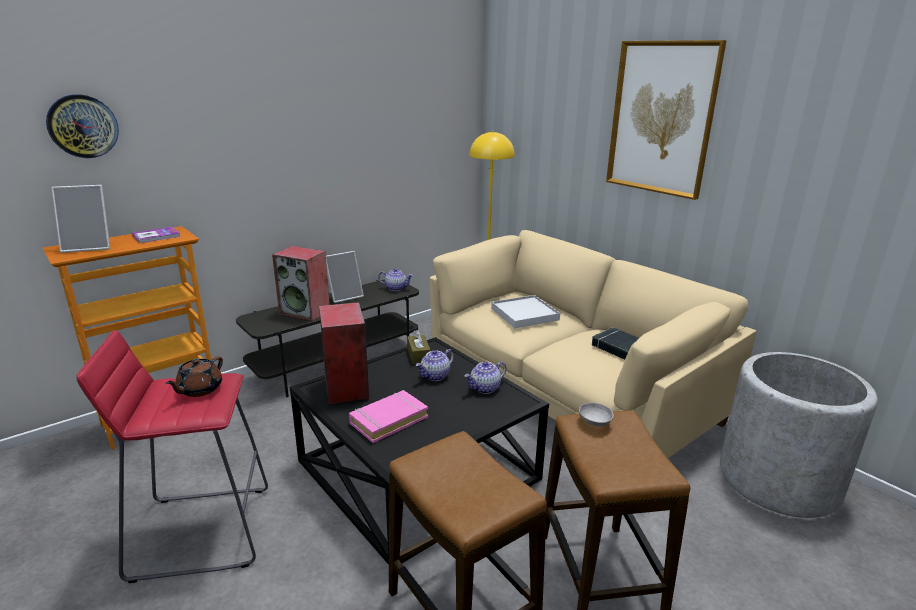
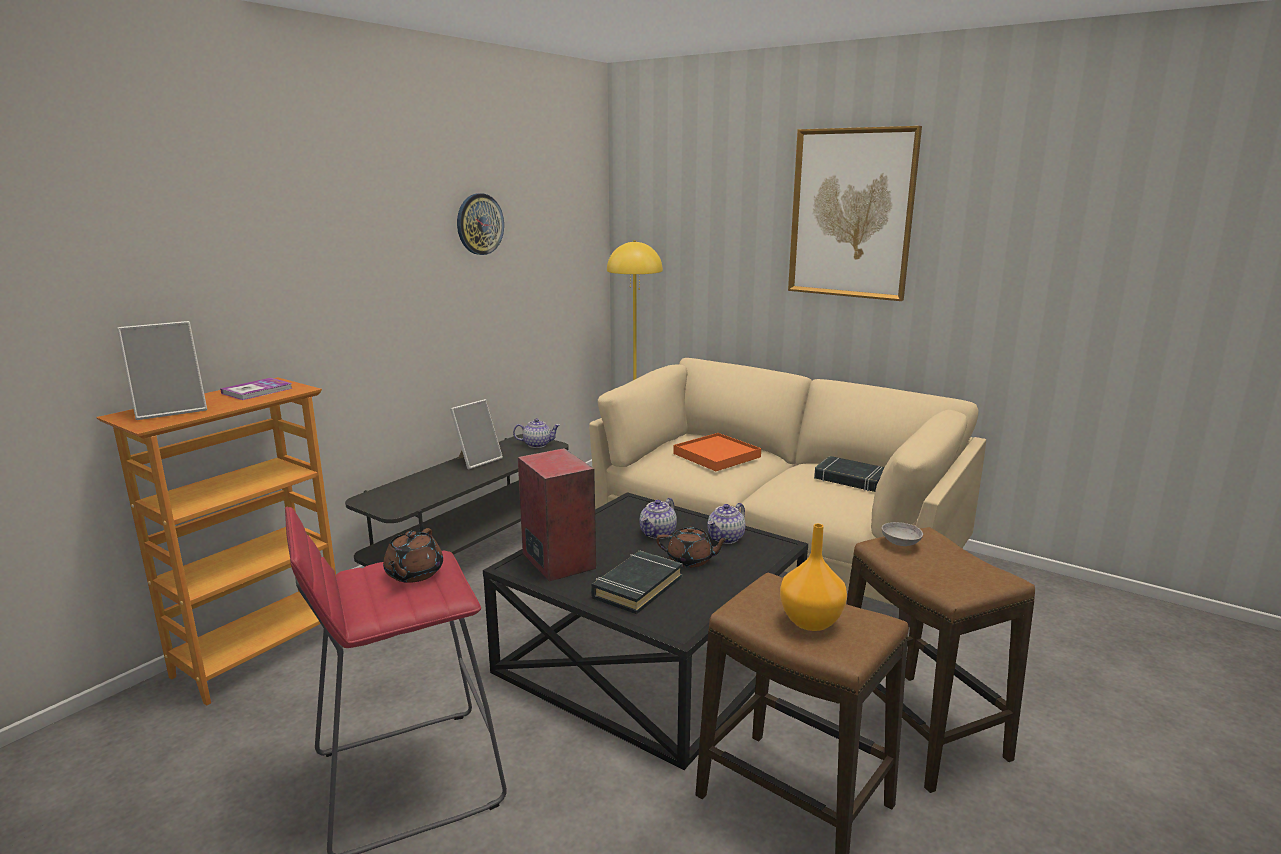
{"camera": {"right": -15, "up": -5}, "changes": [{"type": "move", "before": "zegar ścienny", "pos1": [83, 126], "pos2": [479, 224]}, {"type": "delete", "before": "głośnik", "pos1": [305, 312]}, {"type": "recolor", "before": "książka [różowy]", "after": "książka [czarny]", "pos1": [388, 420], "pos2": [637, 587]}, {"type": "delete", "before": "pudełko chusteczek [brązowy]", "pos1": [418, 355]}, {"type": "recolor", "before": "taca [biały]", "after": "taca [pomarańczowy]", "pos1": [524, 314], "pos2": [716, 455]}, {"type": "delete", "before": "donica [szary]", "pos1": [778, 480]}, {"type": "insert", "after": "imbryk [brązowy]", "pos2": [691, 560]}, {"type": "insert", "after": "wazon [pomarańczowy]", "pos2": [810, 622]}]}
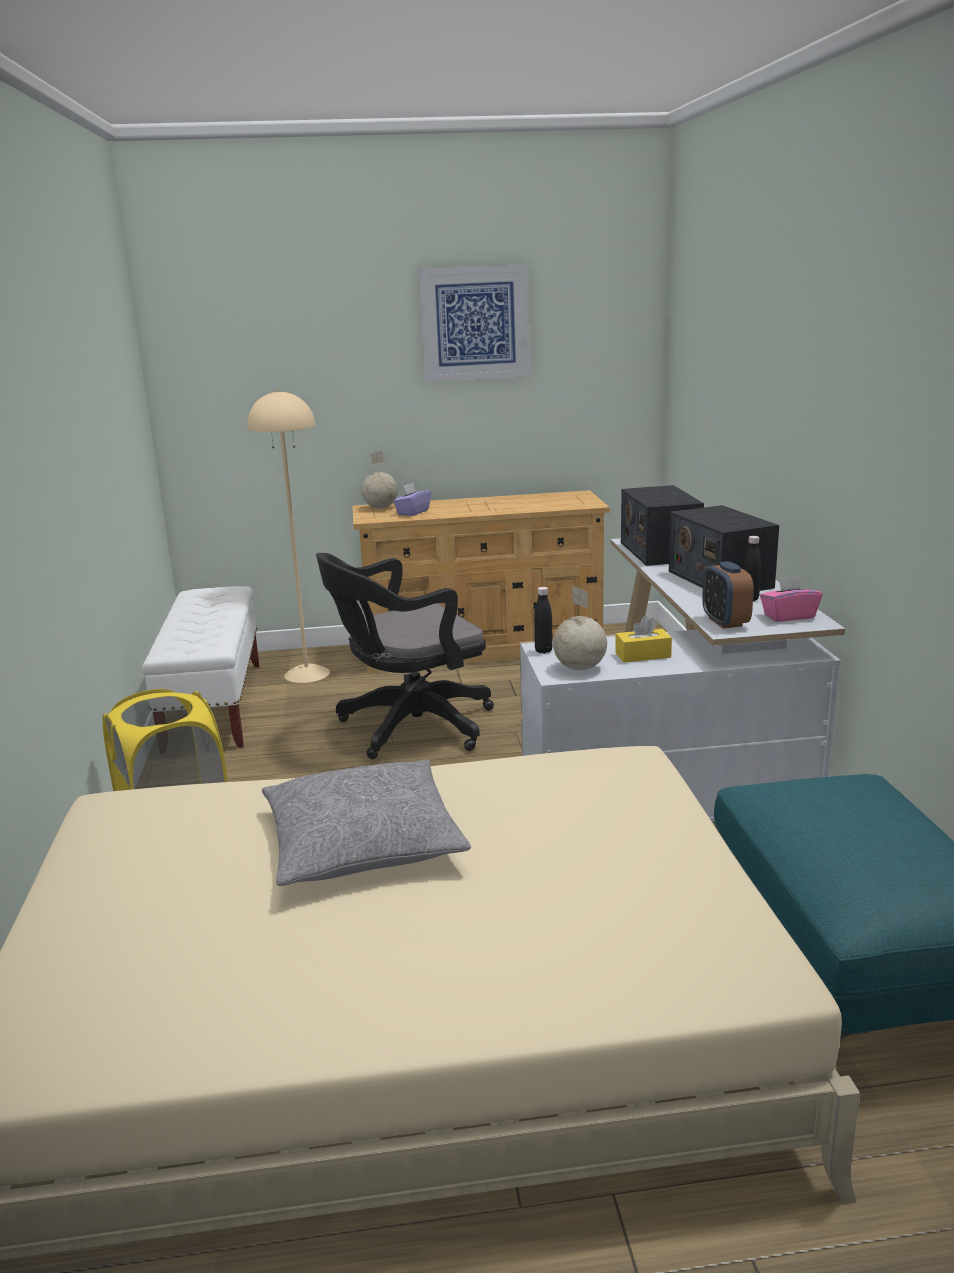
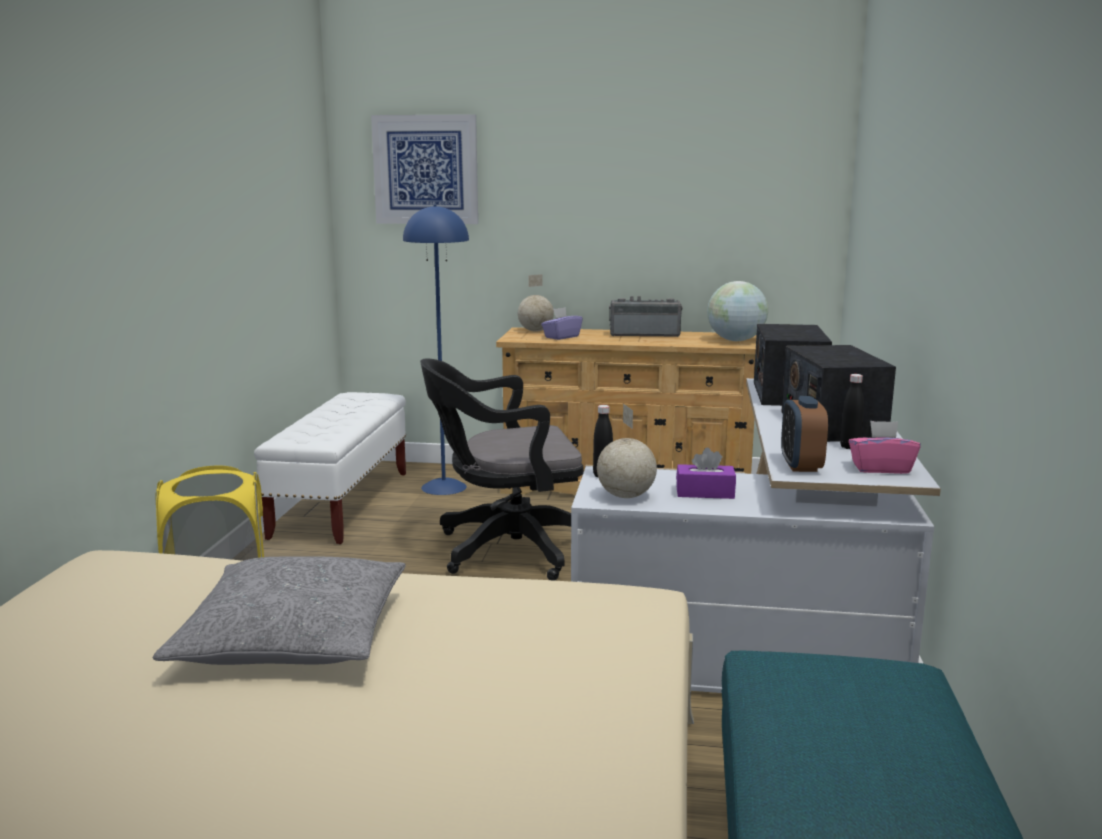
{"camera": {"right": 15, "up": -5}, "changes": [{"type": "recolor", "before": "lampa stojąca [beżowy]", "after": "lampa stojąca [niebieski]", "pos1": [307, 673], "pos2": [444, 487]}, {"type": "move", "before": "obraz", "pos1": [475, 323], "pos2": [425, 170]}, {"type": "recolor", "before": "pudełko chusteczek [żółty]", "after": "pudełko chusteczek [fioletowy]", "pos1": [643, 655], "pos2": [705, 493]}, {"type": "insert", "after": "radio", "pos2": [644, 334]}, {"type": "insert", "after": "globus", "pos2": [736, 340]}]}
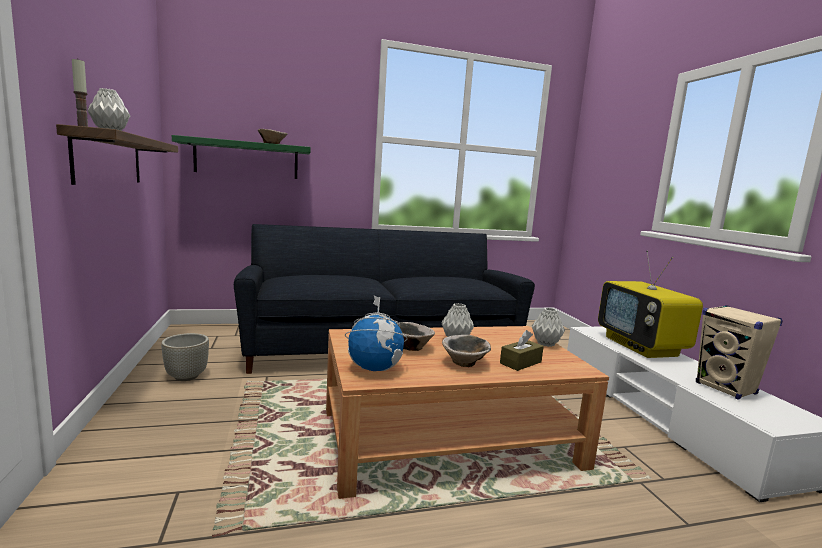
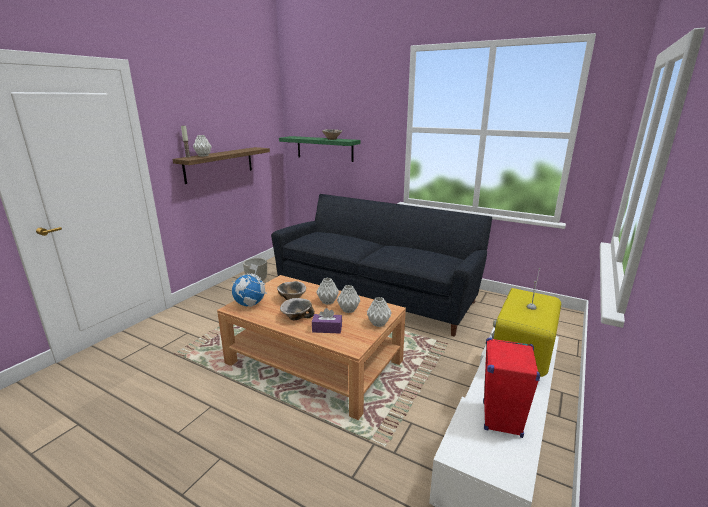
{"camera": {"right": 45, "up": 10}, "changes": [{"type": "recolor", "before": "pudełko chusteczek [brązowy]", "after": "pudełko chusteczek [fioletowy]", "pos1": [520, 362], "pos2": [327, 329]}, {"type": "recolor", "before": "głośnik [beżowy]", "after": "głośnik [czerwony]", "pos1": [726, 389], "pos2": [501, 420]}, {"type": "insert", "after": "wazon [szary]", "pos2": [348, 310]}]}
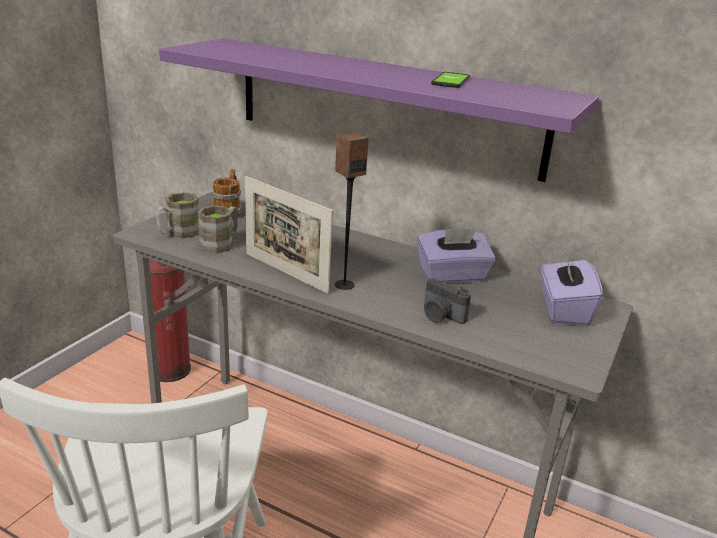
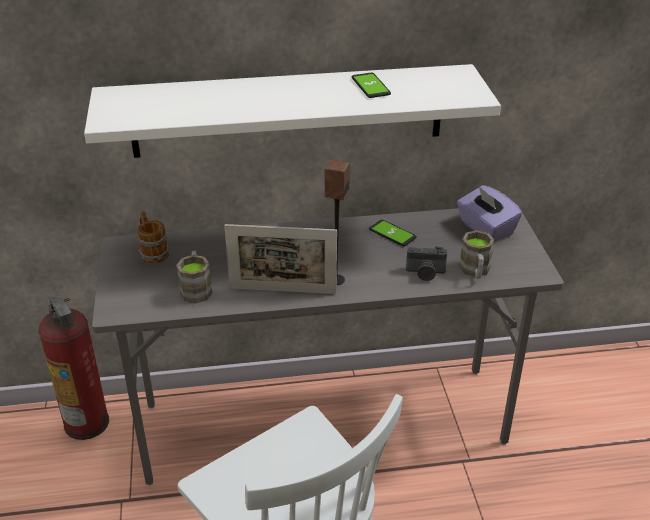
{"camera": {"right": -35, "up": 10}, "changes": [{"type": "move", "before": "kubek [brązowy]", "pos1": [178, 233], "pos2": [475, 271]}, {"type": "recolor", "before": "półka [fioletowy]", "after": "półka [biały]", "pos1": [385, 106], "pos2": [288, 111]}, {"type": "replace", "before": "pudełko chusteczek [fioletowy]", "after": "telefon", "pos1": [452, 276], "pos2": [392, 234]}]}
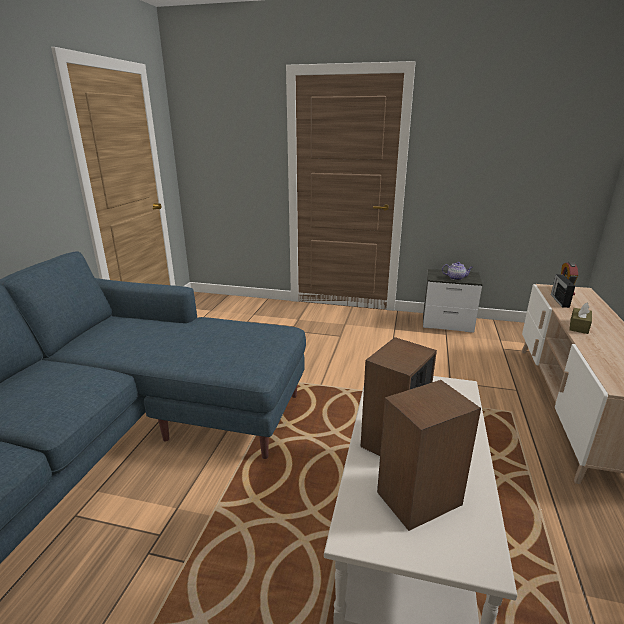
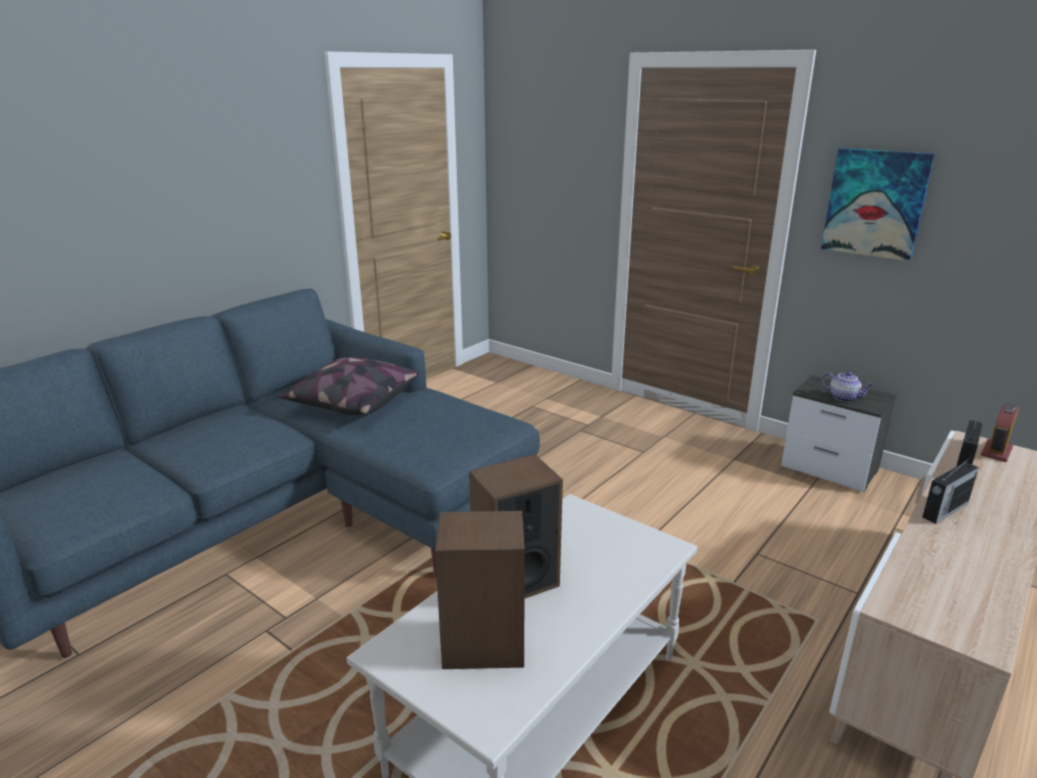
{"camera": {"right": 25, "up": 0}, "changes": [{"type": "replace", "before": "pudełko chusteczek [brązowy]", "after": "radio", "pos1": [579, 326], "pos2": [944, 510]}, {"type": "insert", "after": "poduszka", "pos2": [352, 403]}, {"type": "insert", "after": "obraz", "pos2": [875, 203]}]}
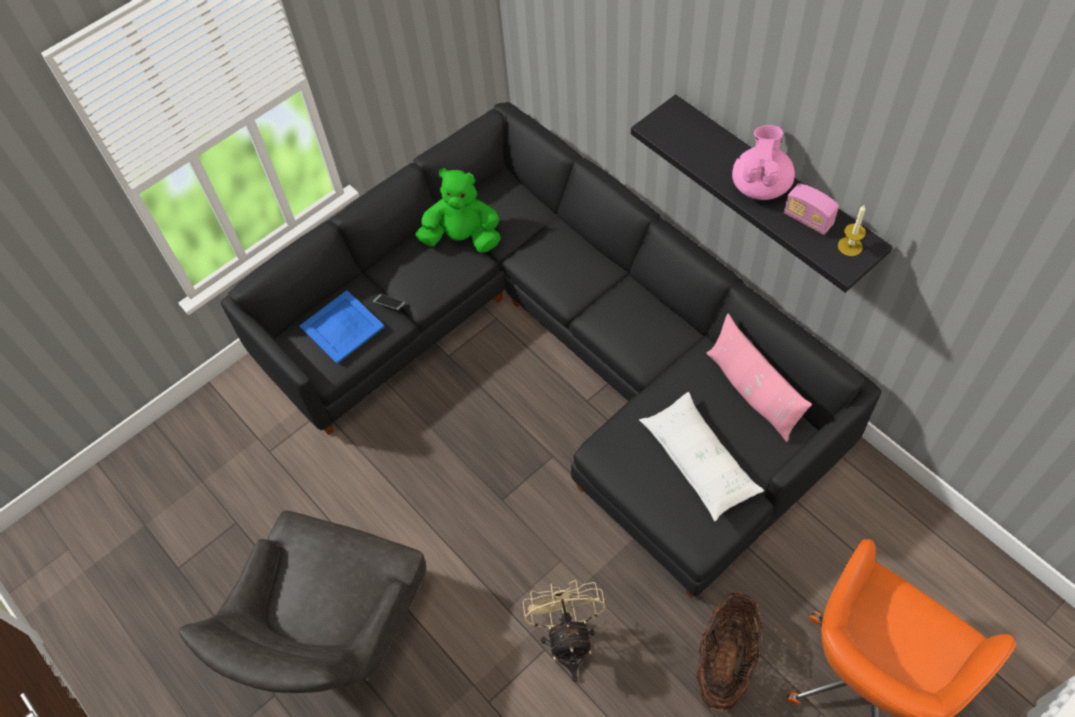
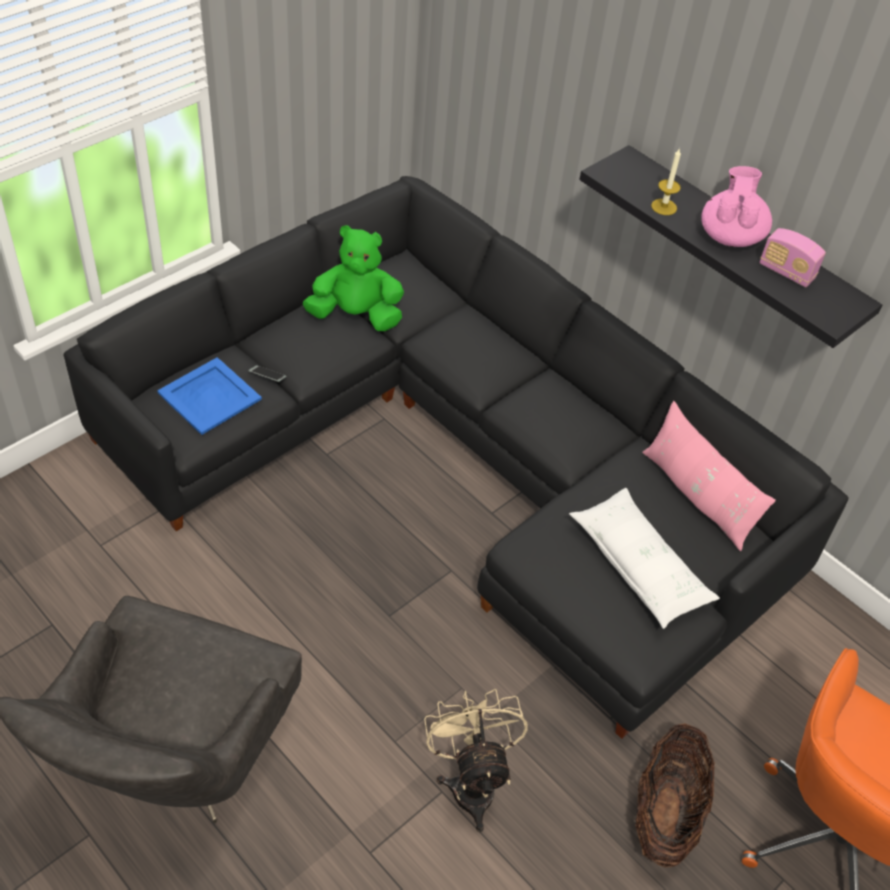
{"camera": {"right": -10, "up": -10}, "changes": [{"type": "move", "before": "świeca", "pos1": [850, 246], "pos2": [664, 207]}]}
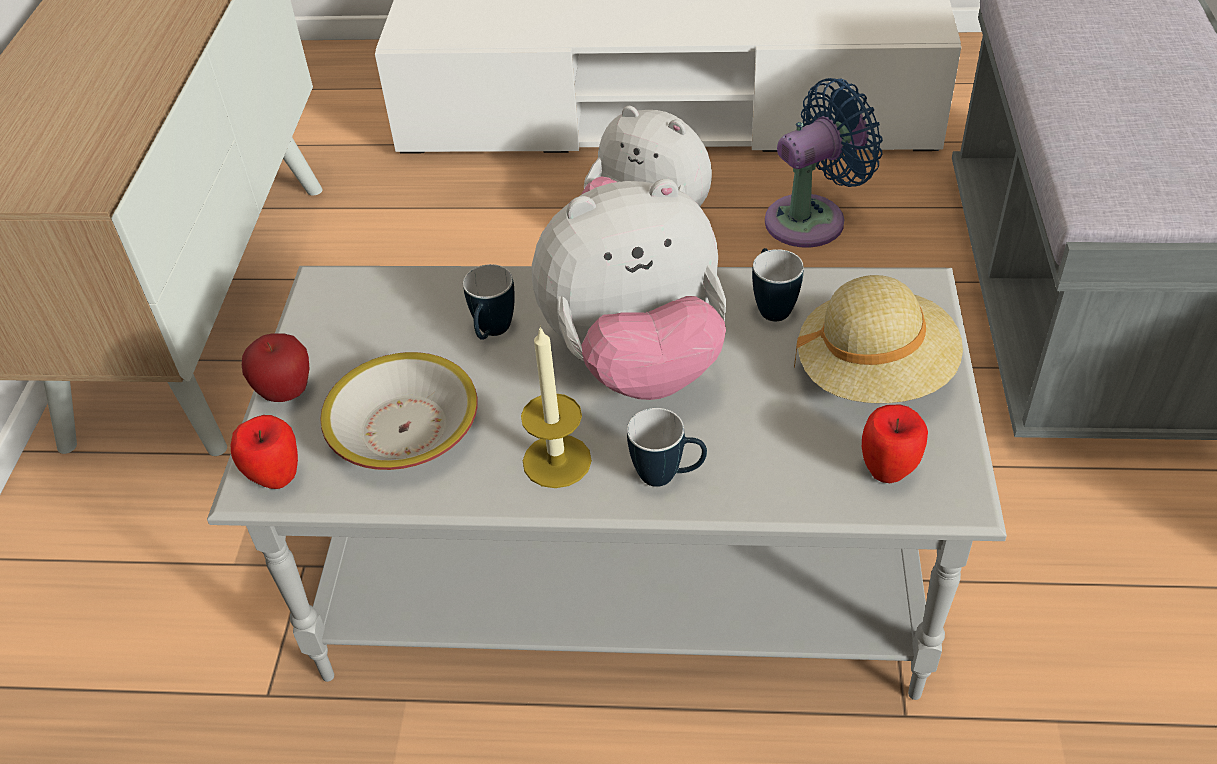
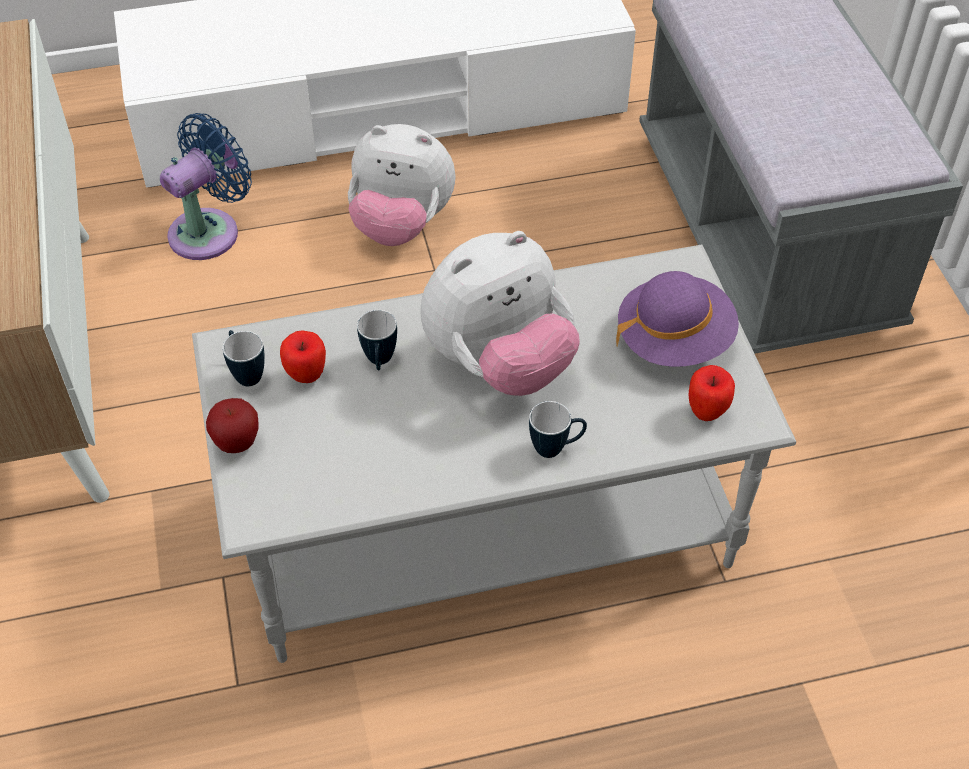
{"camera": {"right": -20, "up": 5}, "changes": [{"type": "move", "before": "jabłko", "pos1": [277, 479], "pos2": [306, 376]}, {"type": "delete", "before": "miska", "pos1": [404, 430]}, {"type": "delete", "before": "świeca", "pos1": [557, 461]}, {"type": "move", "before": "kubek", "pos1": [771, 306], "pos2": [246, 373]}, {"type": "move", "before": "wentylator [niebieski]", "pos1": [812, 219], "pos2": [210, 230]}, {"type": "recolor", "before": "kapelusz [beżowy]", "after": "kapelusz [fioletowy]", "pos1": [874, 373], "pos2": [674, 339]}]}
